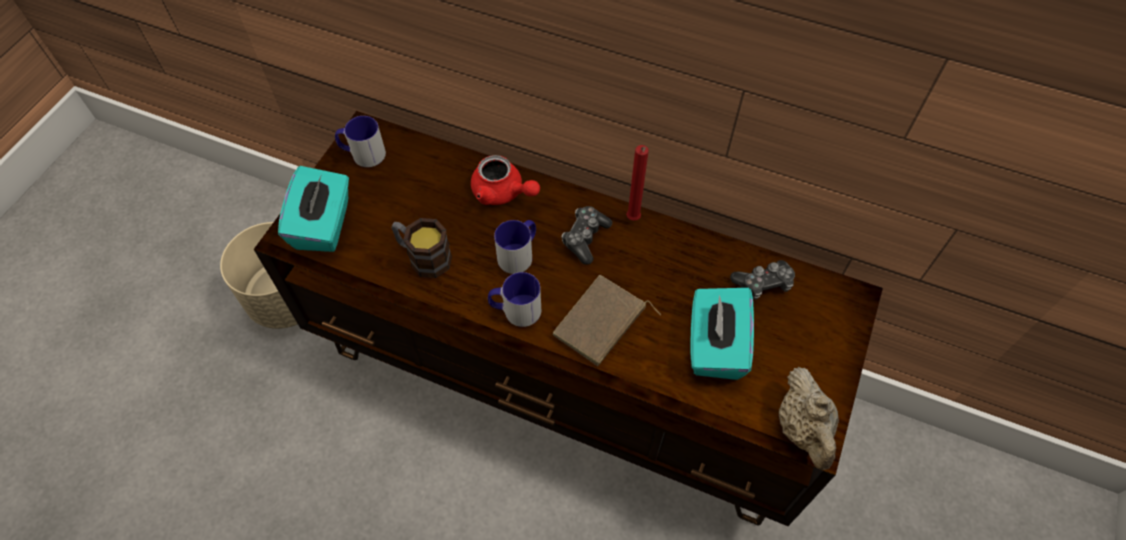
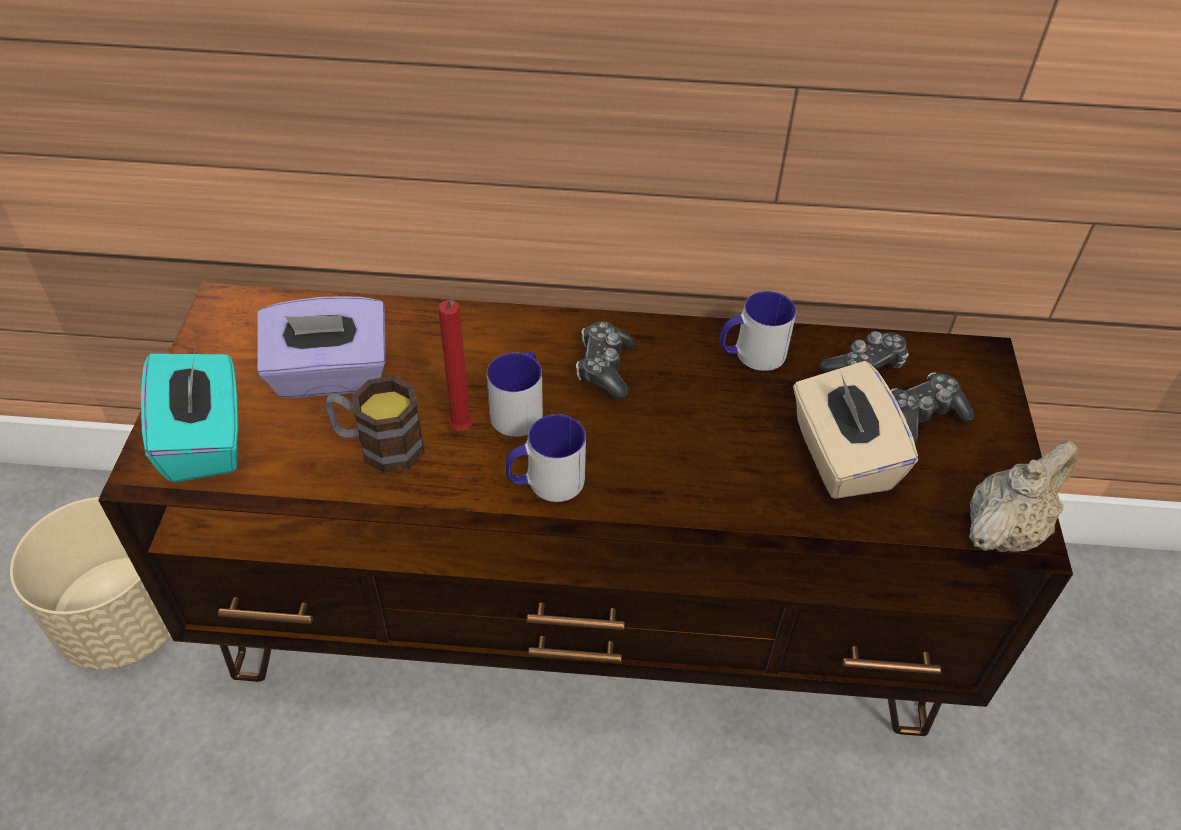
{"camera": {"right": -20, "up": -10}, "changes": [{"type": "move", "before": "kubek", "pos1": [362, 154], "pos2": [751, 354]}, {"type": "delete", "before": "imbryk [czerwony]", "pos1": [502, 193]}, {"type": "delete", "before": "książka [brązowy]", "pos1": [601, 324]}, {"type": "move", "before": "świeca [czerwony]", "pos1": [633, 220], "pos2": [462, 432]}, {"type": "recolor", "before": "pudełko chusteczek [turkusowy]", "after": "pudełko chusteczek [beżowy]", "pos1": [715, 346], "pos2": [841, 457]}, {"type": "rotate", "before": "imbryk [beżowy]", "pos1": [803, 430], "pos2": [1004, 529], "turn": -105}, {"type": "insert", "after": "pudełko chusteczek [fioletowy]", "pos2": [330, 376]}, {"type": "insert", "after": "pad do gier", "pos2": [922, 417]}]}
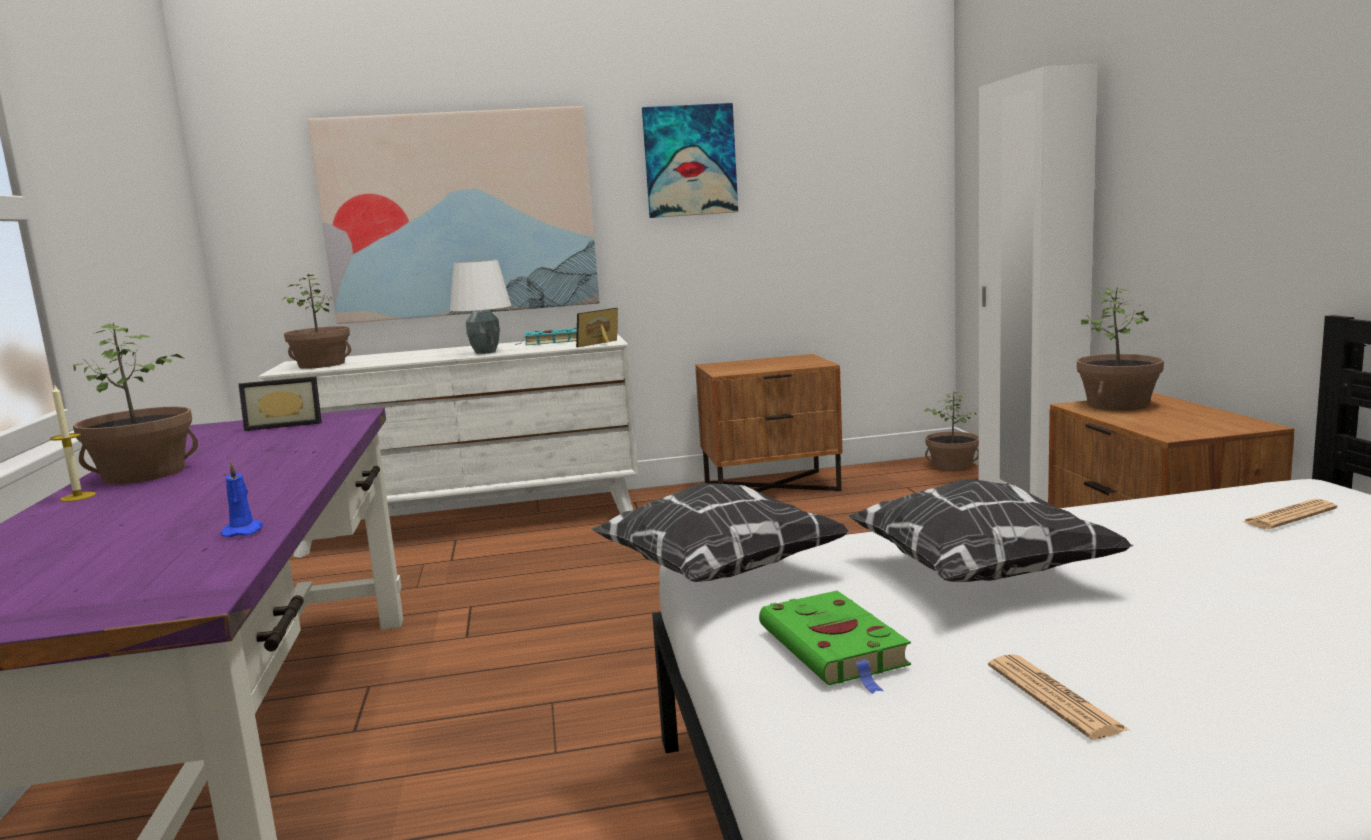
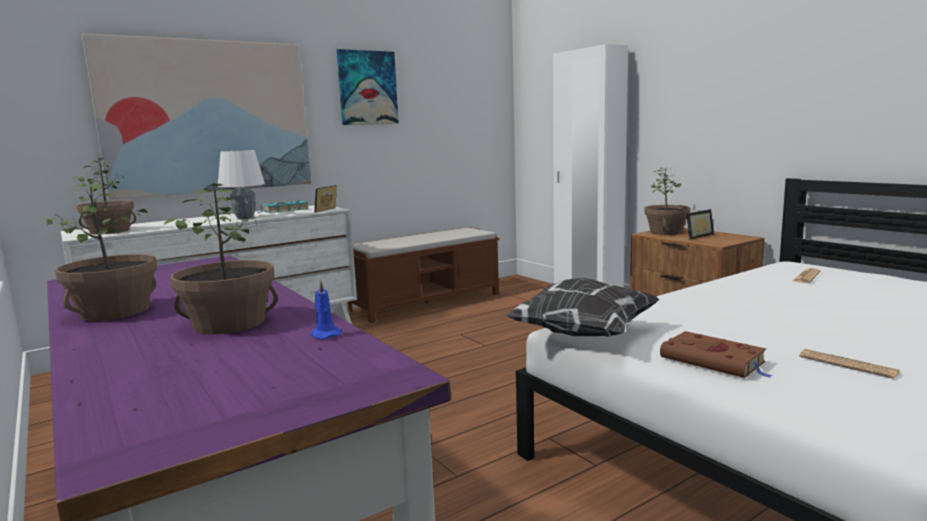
{"camera": {"right": -25, "up": 0}, "changes": [{"type": "delete", "before": "świeca", "pos1": [78, 497]}, {"type": "move", "before": "ramka na zdjęcie", "pos1": [285, 425], "pos2": [695, 236]}, {"type": "replace", "before": "szafka nocna [brązowy]", "after": "ławka [brązowy]", "pos1": [771, 486], "pos2": [427, 302]}, {"type": "recolor", "before": "książka [zielony]", "after": "książka [brązowy]", "pos1": [835, 648], "pos2": [715, 361]}, {"type": "delete", "before": "poduszka", "pos1": [981, 573]}, {"type": "move", "before": "roślina doniczkowa", "pos1": [952, 466], "pos2": [230, 323]}]}
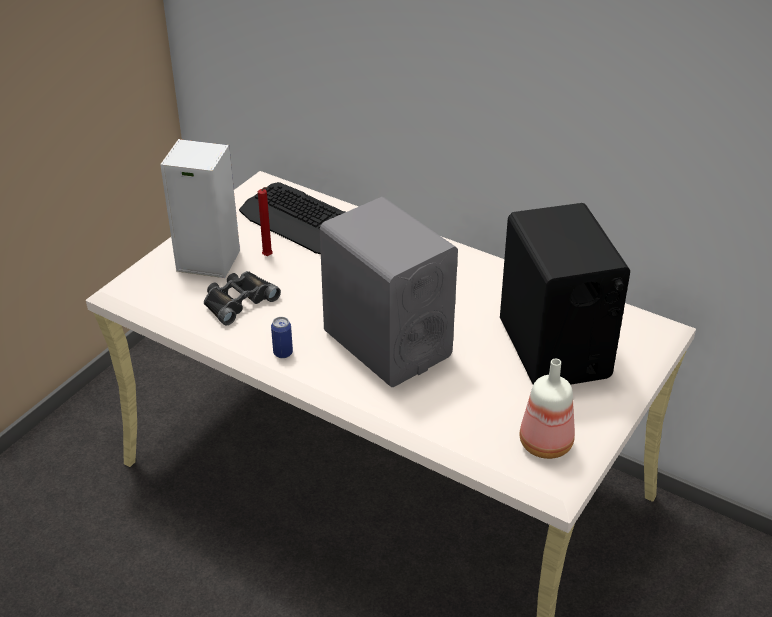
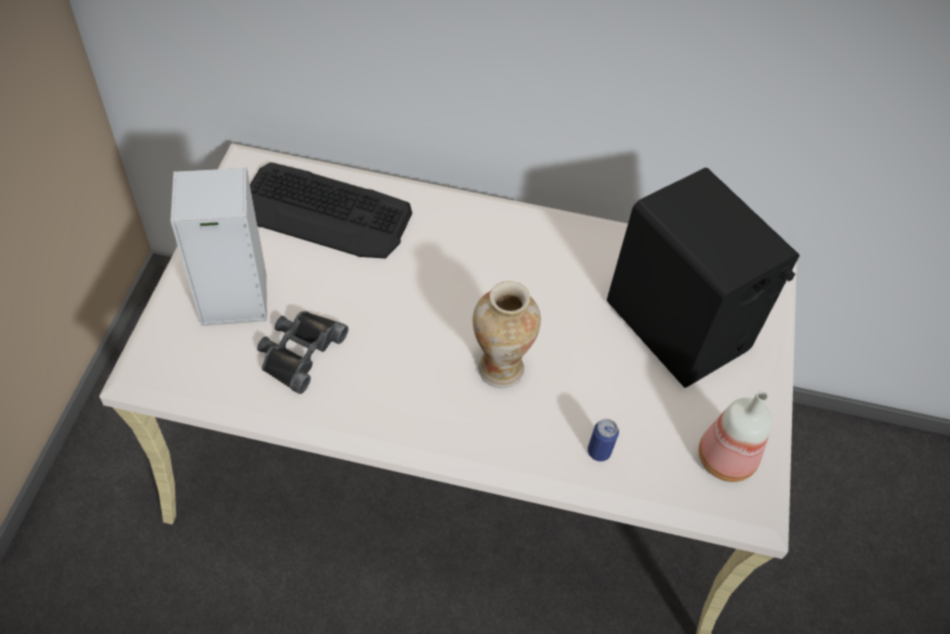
{"camera": {"right": -25, "up": 15}, "changes": [{"type": "delete", "before": "świeca [czerwony]", "pos1": [268, 257]}, {"type": "move", "before": "puszka", "pos1": [283, 353], "pos2": [599, 452]}, {"type": "replace", "before": "głośnik [szary]", "after": "wazon", "pos1": [386, 343], "pos2": [499, 368]}]}
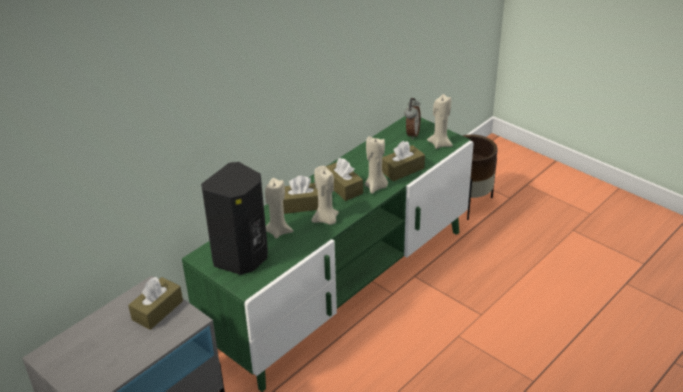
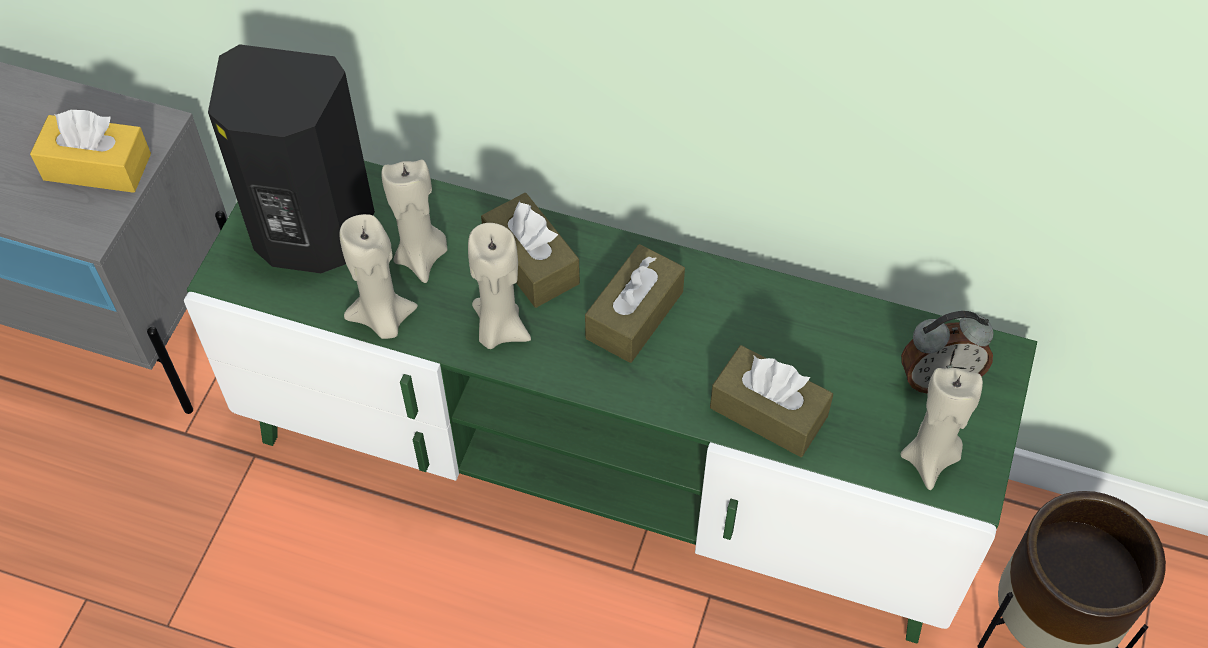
{"camera": {"right": 65, "up": 20}, "changes": [{"type": "recolor", "before": "pudełko chusteczek [brązowy]", "after": "pudełko chusteczek [żółty]", "pos1": [157, 310], "pos2": [97, 167]}, {"type": "move", "before": "świeca [beżowy]", "pos1": [376, 187], "pos2": [382, 319]}]}
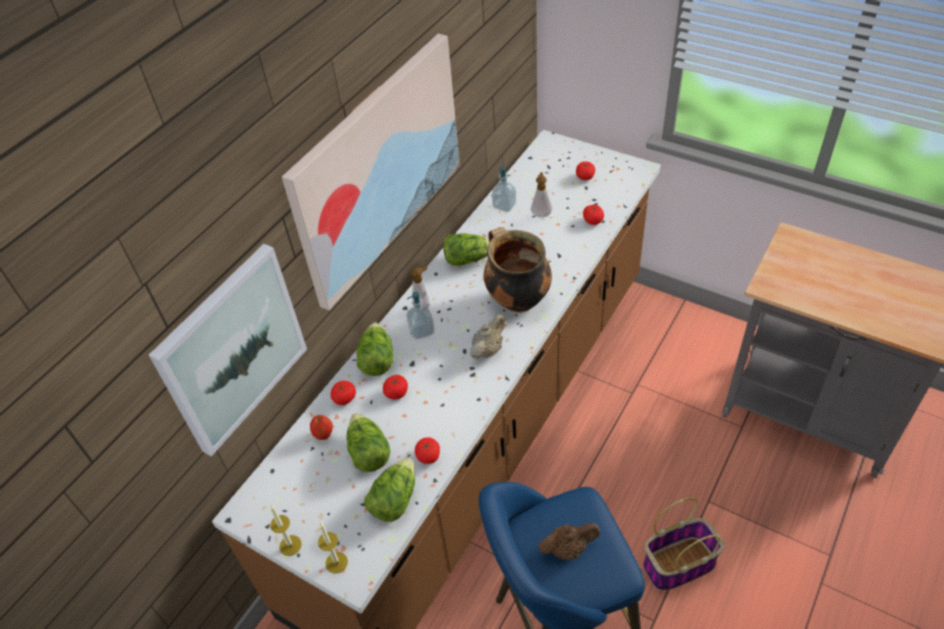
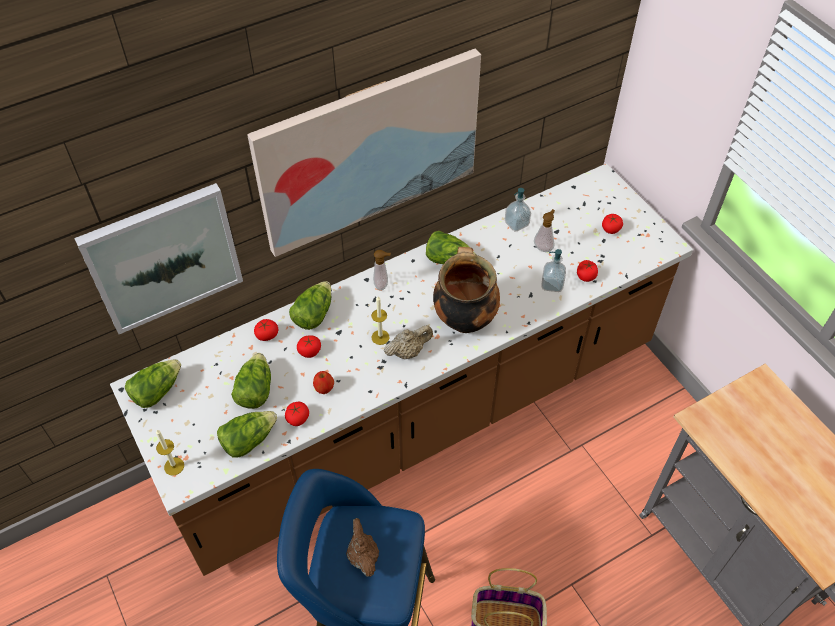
{"camera": {"right": 25, "up": 5}, "changes": [{"type": "move", "before": "świeca", "pos1": [290, 545], "pos2": [380, 337]}, {"type": "move", "before": "jabłko", "pos1": [323, 434], "pos2": [324, 388]}, {"type": "move", "before": "dozownik mydła", "pos1": [421, 330], "pos2": [552, 284]}, {"type": "rotate", "before": "imbryk [brązowy]", "pos1": [568, 548], "pos2": [362, 556], "turn": -120}, {"type": "insert", "after": "sałata", "pos2": [156, 391]}]}
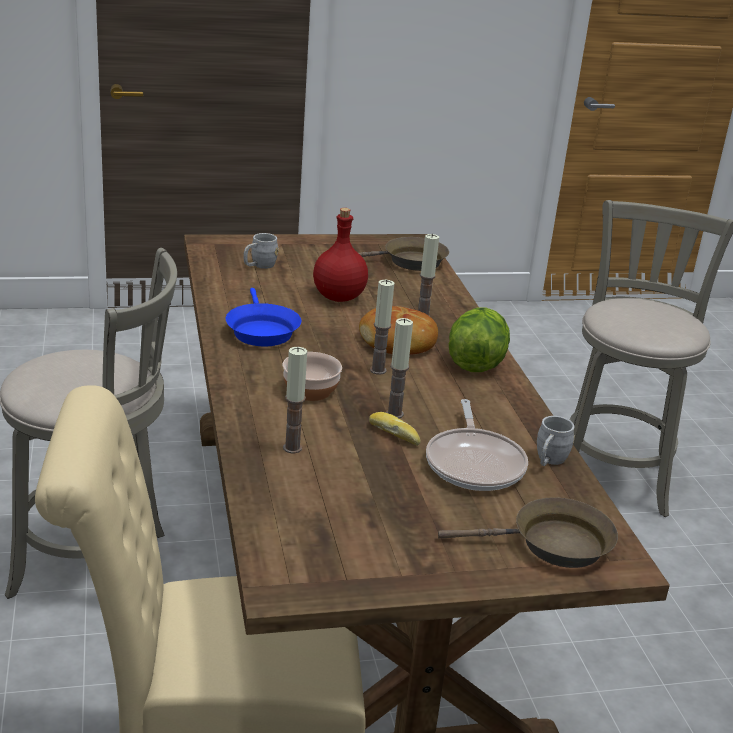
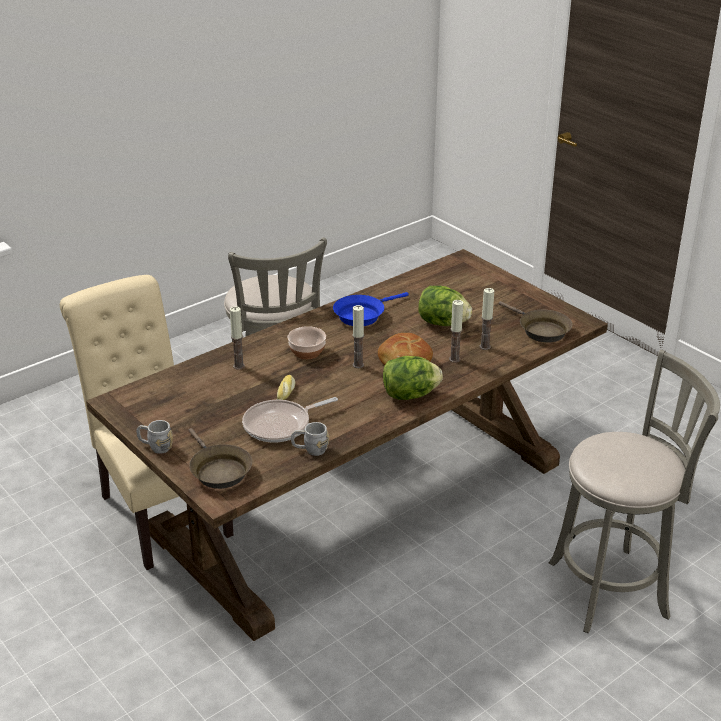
{"camera": {"right": 65, "up": 5}, "changes": [{"type": "move", "before": "kubek [szary]", "pos1": [259, 266], "pos2": [155, 447]}, {"type": "replace", "before": "butelka [czerwony]", "after": "sałata", "pos1": [338, 297], "pos2": [442, 323]}, {"type": "move", "before": "świeca", "pos1": [394, 414], "pos2": [485, 347]}]}
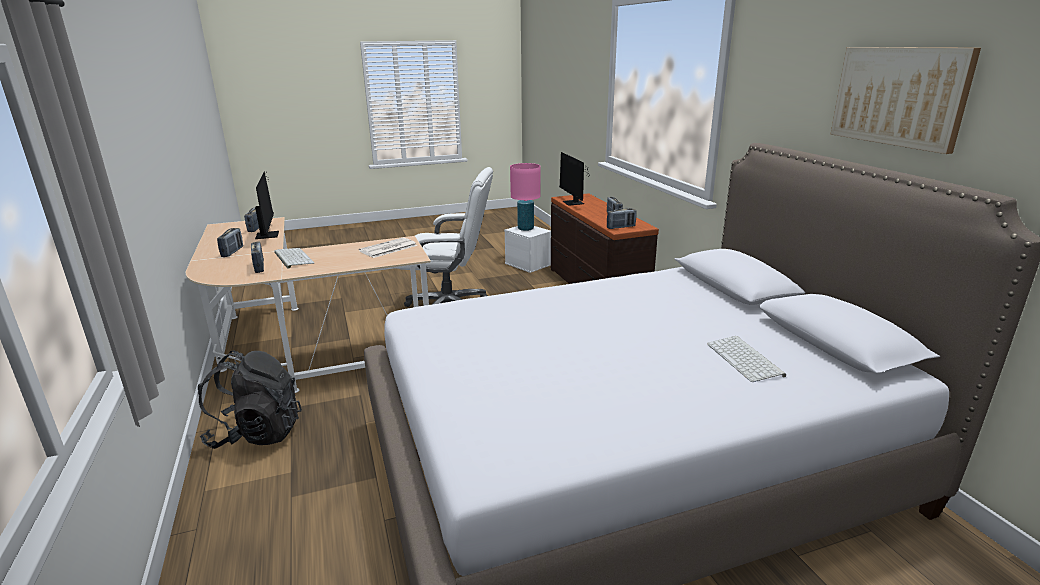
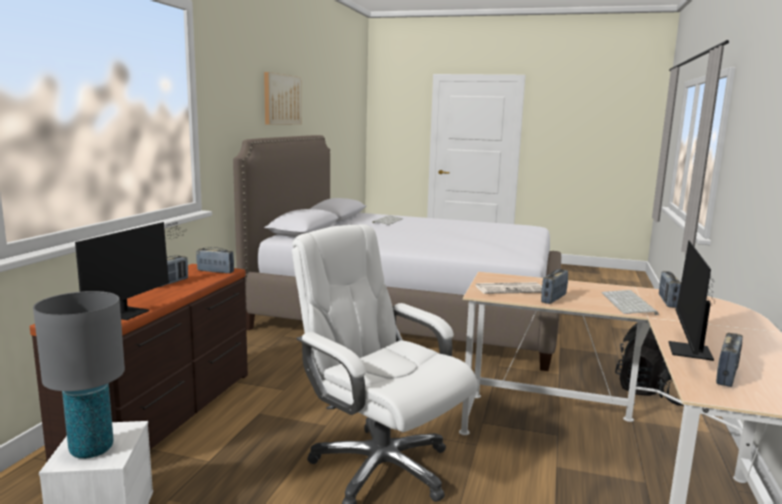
{"camera": {"right": -145, "up": -10}, "changes": [{"type": "move", "before": "radio", "pos1": [232, 252], "pos2": [553, 299]}, {"type": "recolor", "before": "lampa stołowa [różowy]", "after": "lampa stołowa [szary]", "pos1": [525, 229], "pos2": [92, 449]}]}
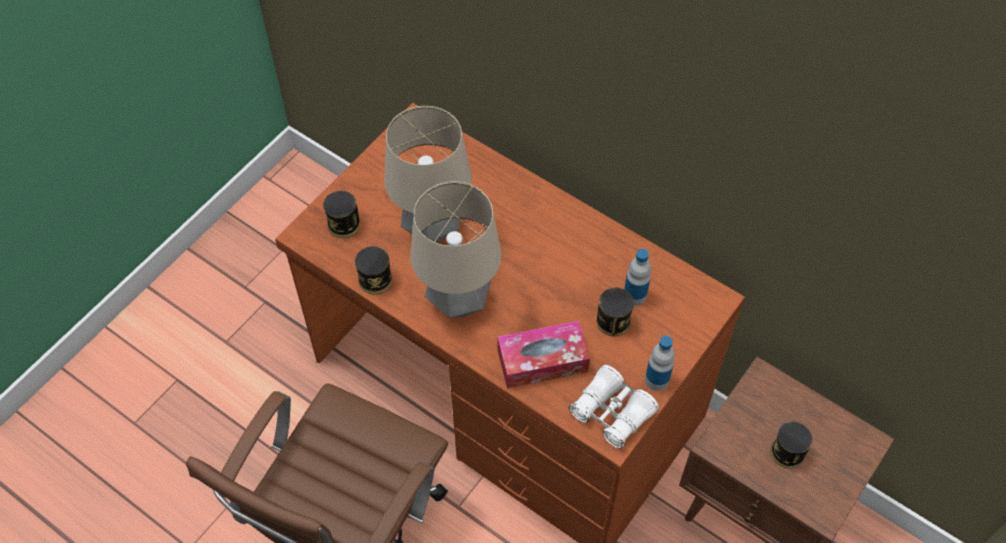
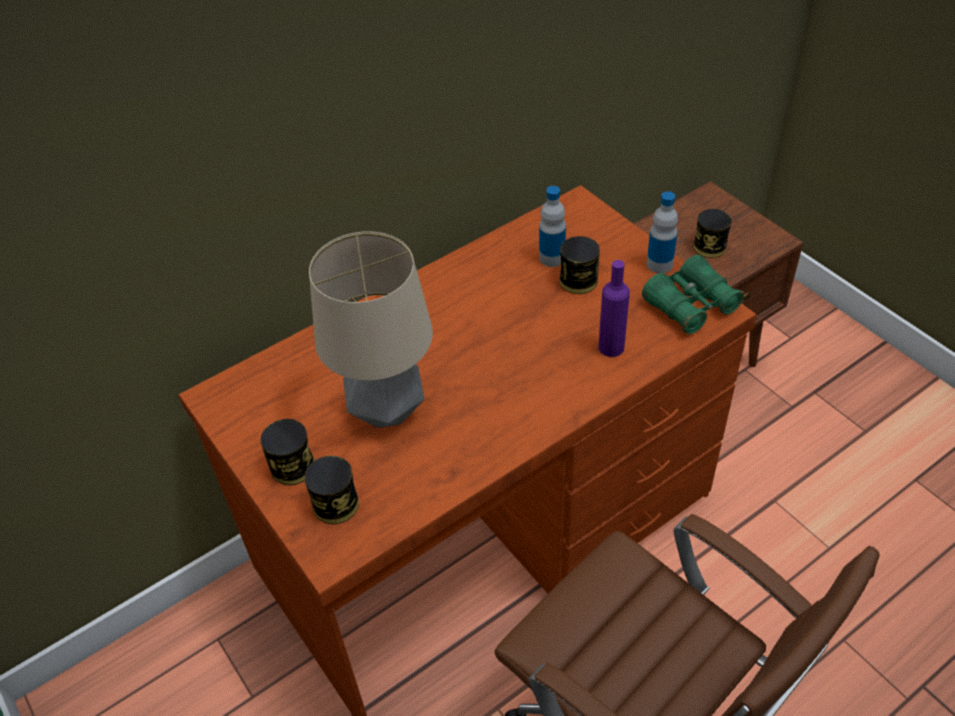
{"camera": {"right": -70, "up": -10}, "changes": [{"type": "move", "before": "puszka", "pos1": [375, 280], "pos2": [292, 466]}, {"type": "delete", "before": "lampa stołowa", "pos1": [458, 301]}, {"type": "replace", "before": "pudełko chusteczek", "after": "butelka [fioletowy]", "pos1": [542, 361], "pos2": [611, 347]}, {"type": "recolor", "before": "lornetka [biały]", "after": "lornetka [zielony]", "pos1": [612, 412], "pos2": [690, 305]}]}
